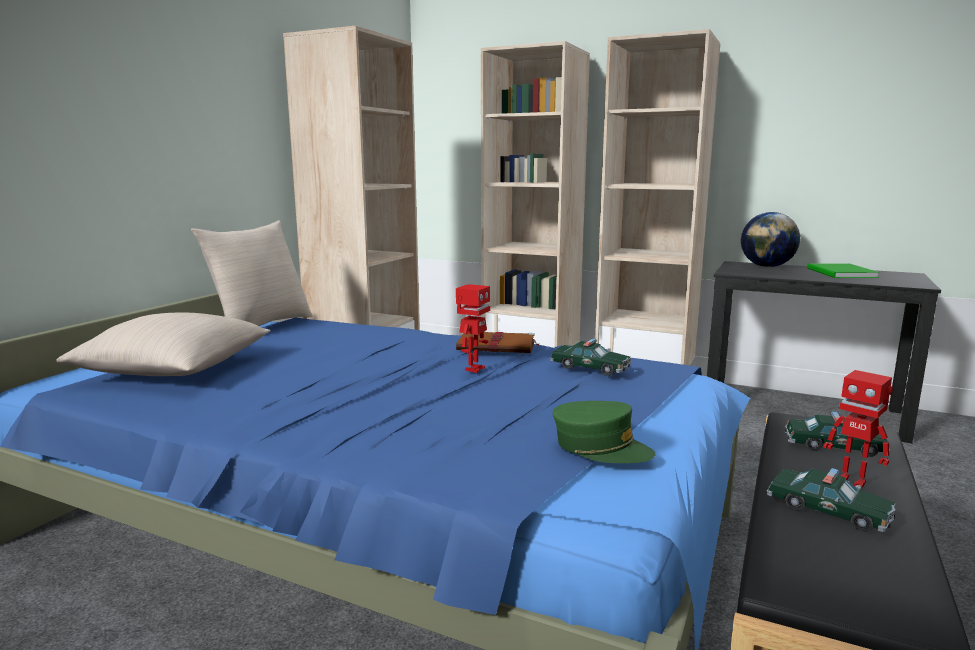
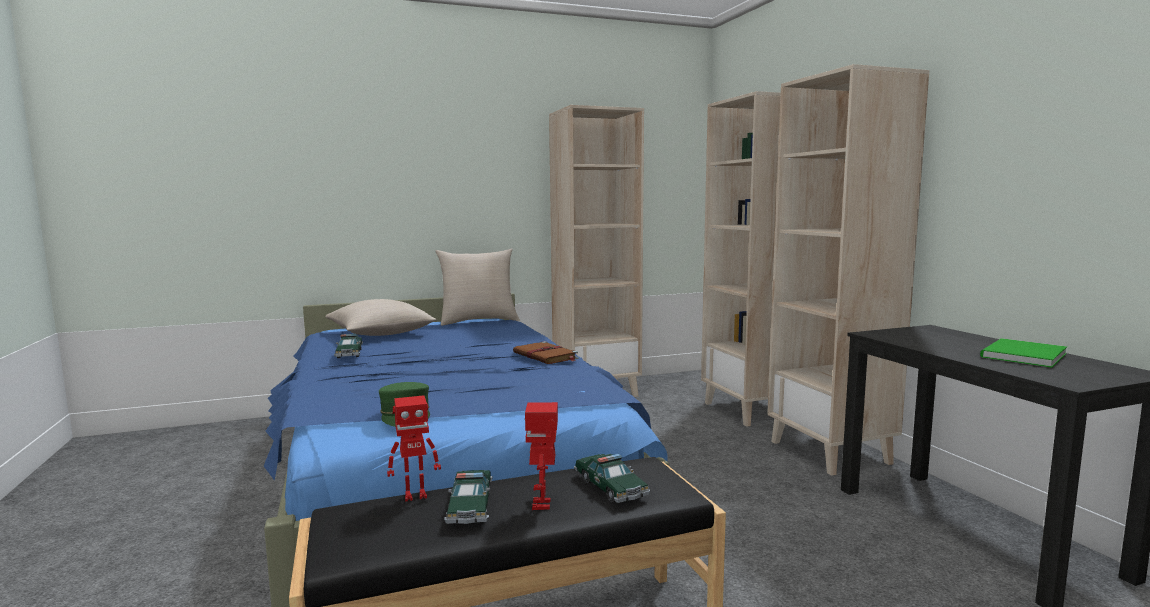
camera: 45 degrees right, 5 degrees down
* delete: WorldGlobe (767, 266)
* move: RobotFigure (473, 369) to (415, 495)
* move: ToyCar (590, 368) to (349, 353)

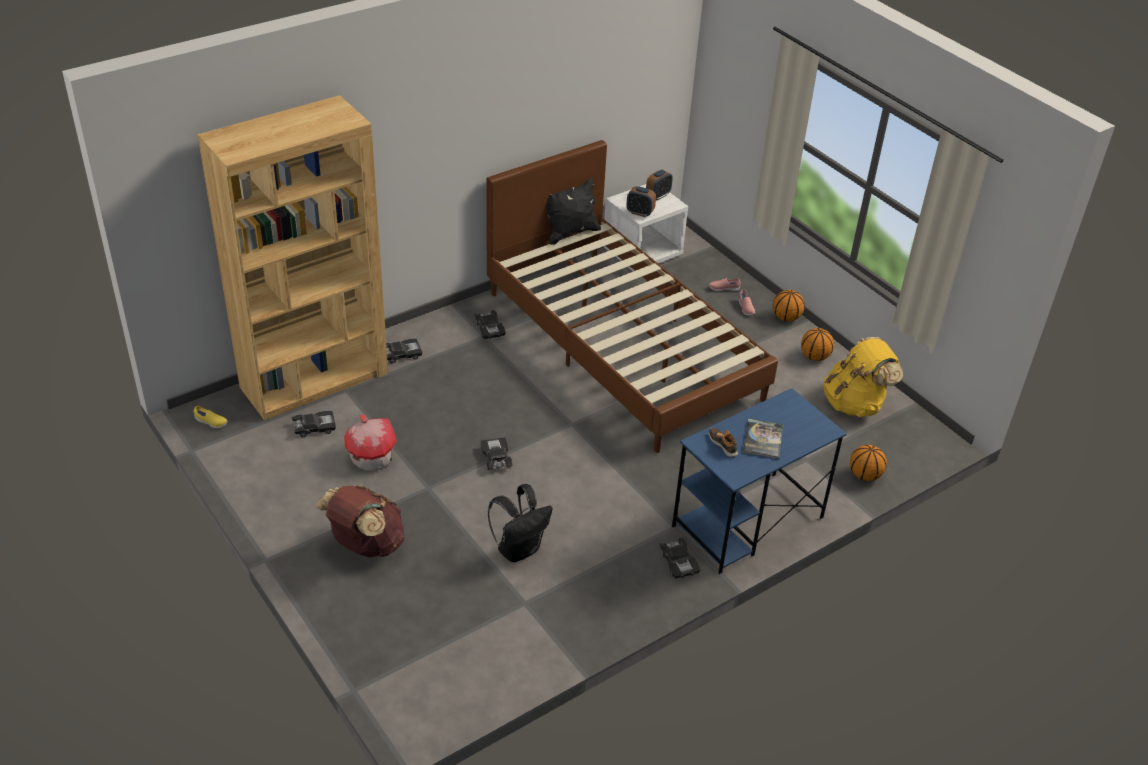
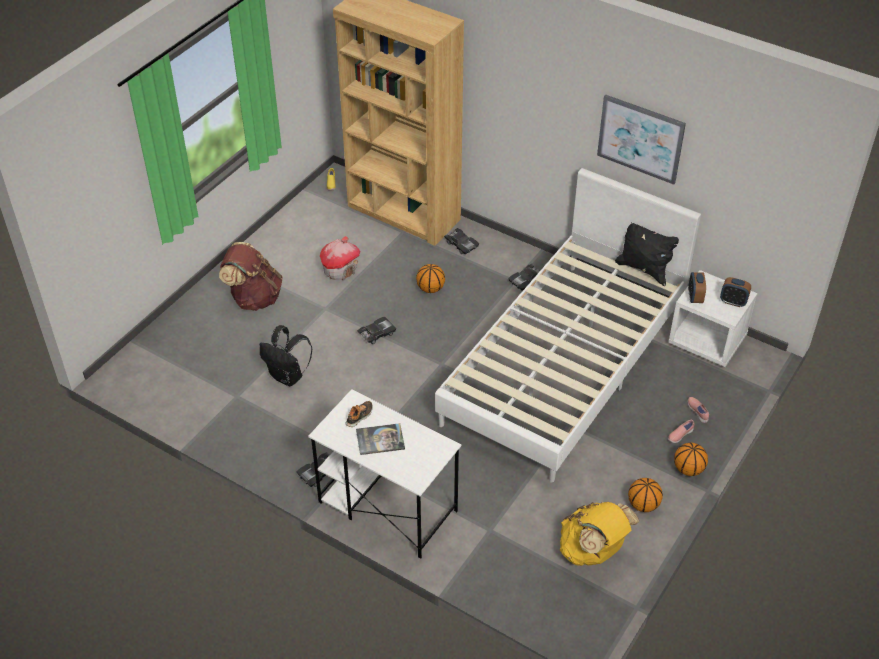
camera: 70 degrees right, 5 degrees up
* recolor: BrownColouredSleepingBed (622, 344) to WhiteColouredSleepingBed (564, 365)
* recolor: BlueDesk (747, 522) to WhiteColouredDesk (386, 506)
* delete: BlackToyCar (314, 427)
* move: BallForBasketball (864, 475) to (431, 288)
* insert: Picture (640, 139)

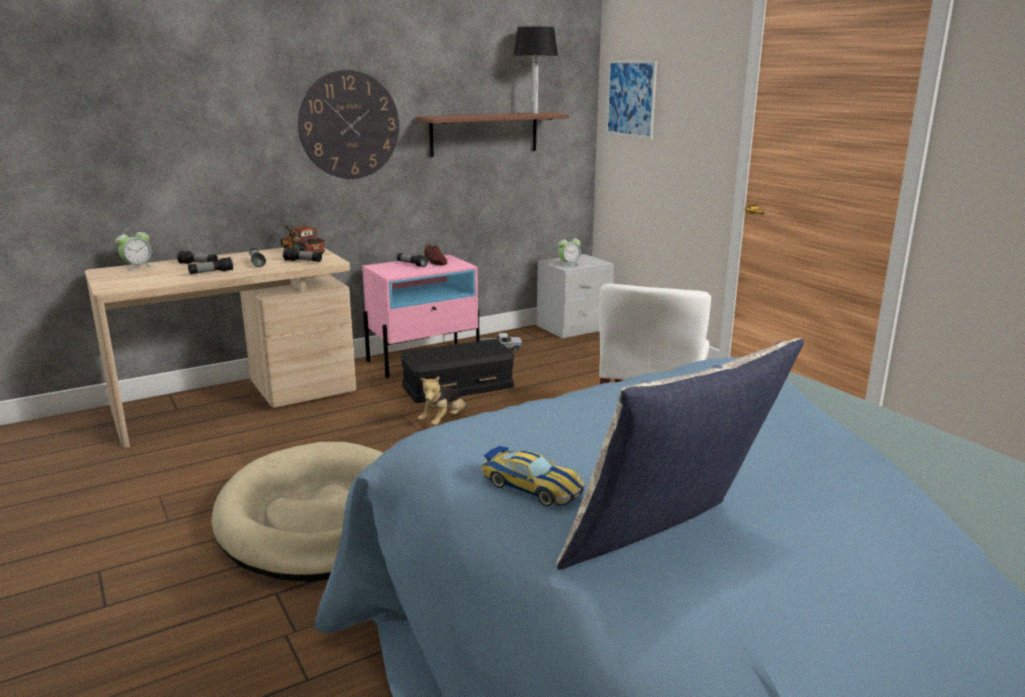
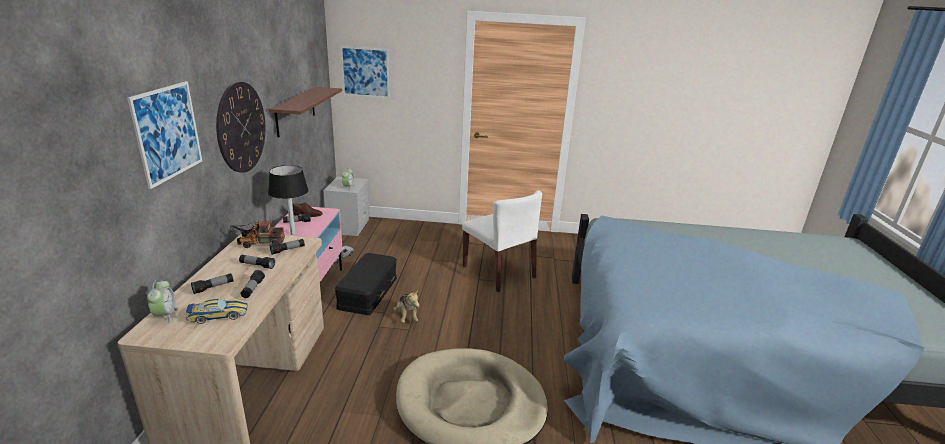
camera: 55 degrees left, 5 degrees up
* move: BlackTableLamp (535, 113) to (293, 233)
* delete: Pillow (670, 550)
* move: ToyCar (531, 486) to (218, 315)
* insert: Picture (167, 132)

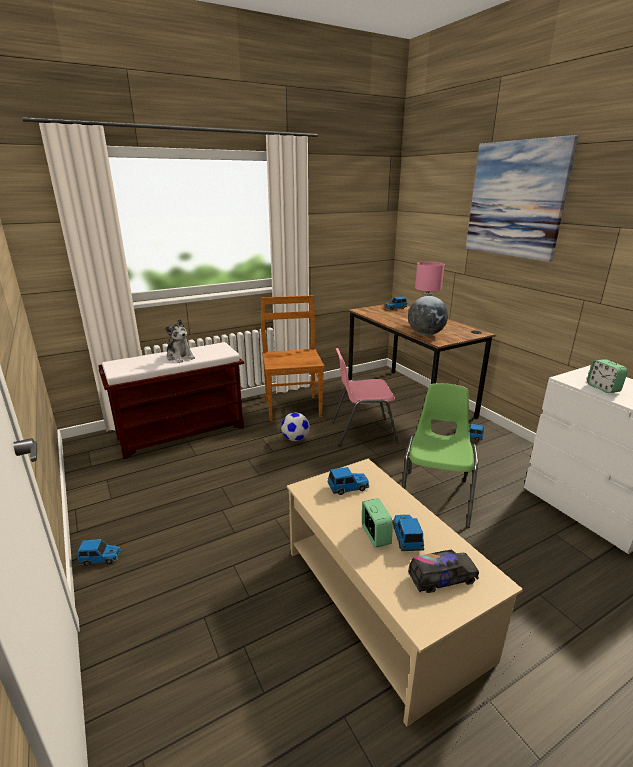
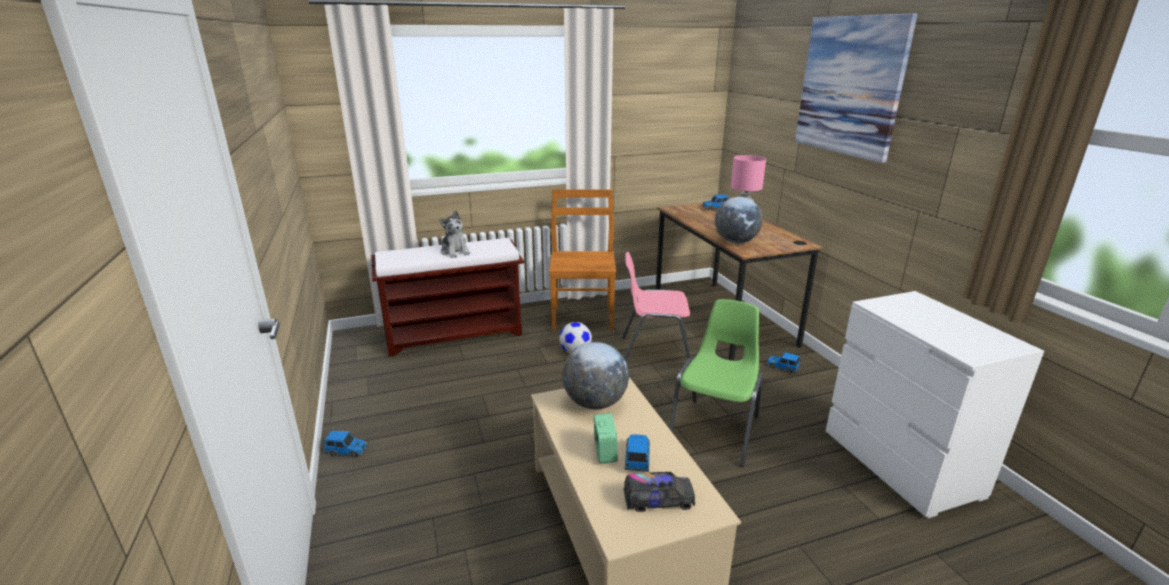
camera: 10 degrees right, 0 degrees up
* delete: TableClock (603, 388)
* replace: ToyCar (348, 487) to WorldGlobe (595, 403)

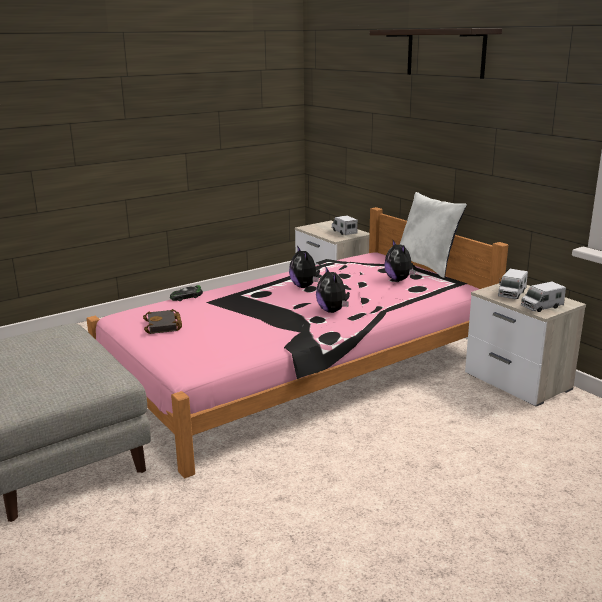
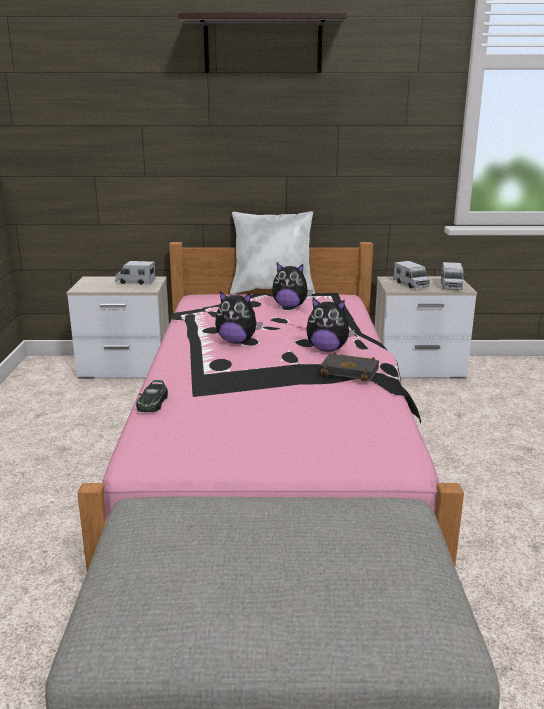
camera: 55 degrees left, 0 degrees up
* move: BlackBook (164, 325) to (351, 371)

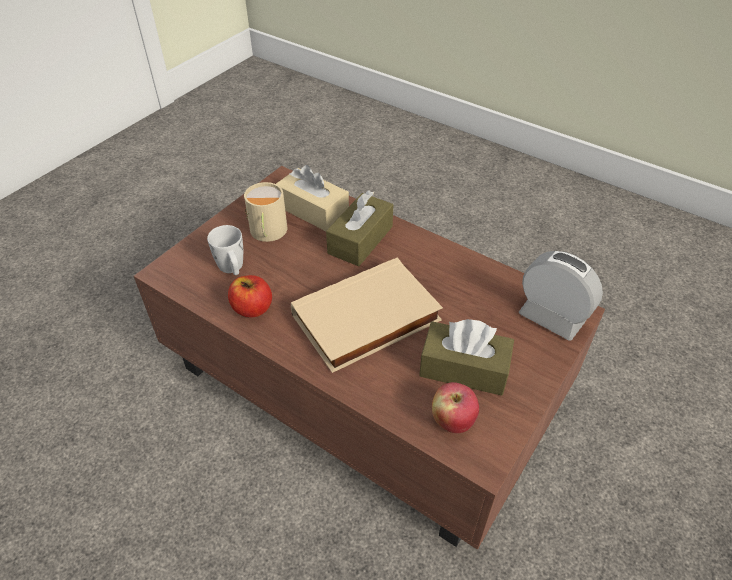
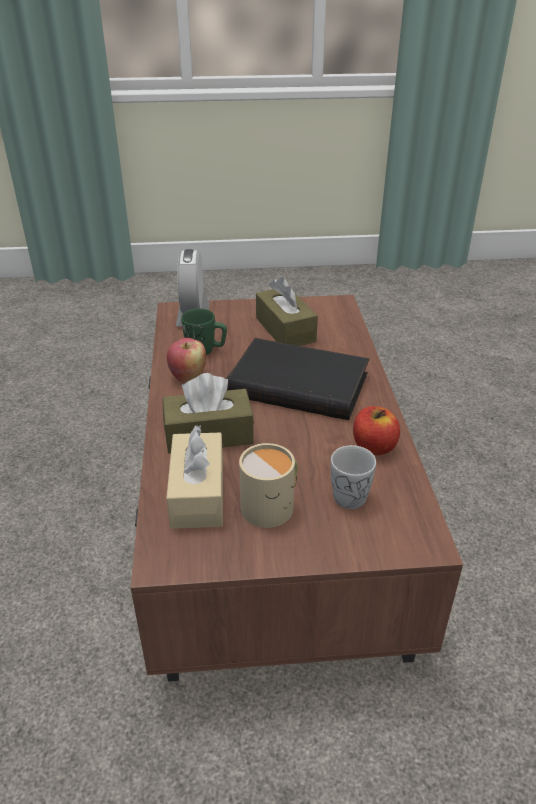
camera: 130 degrees left, 10 degrees down
* recolor: SandColouredBook (367, 320) to BlackBook (300, 383)
* move: AppleFruit (452, 421) to (188, 376)
* insert: GreenCoffeeMug (206, 350)

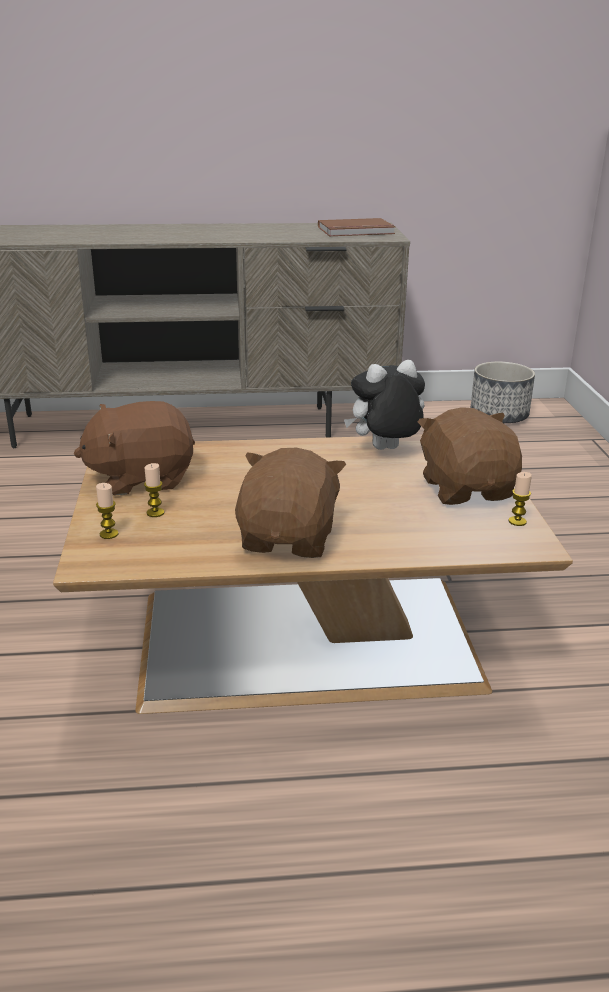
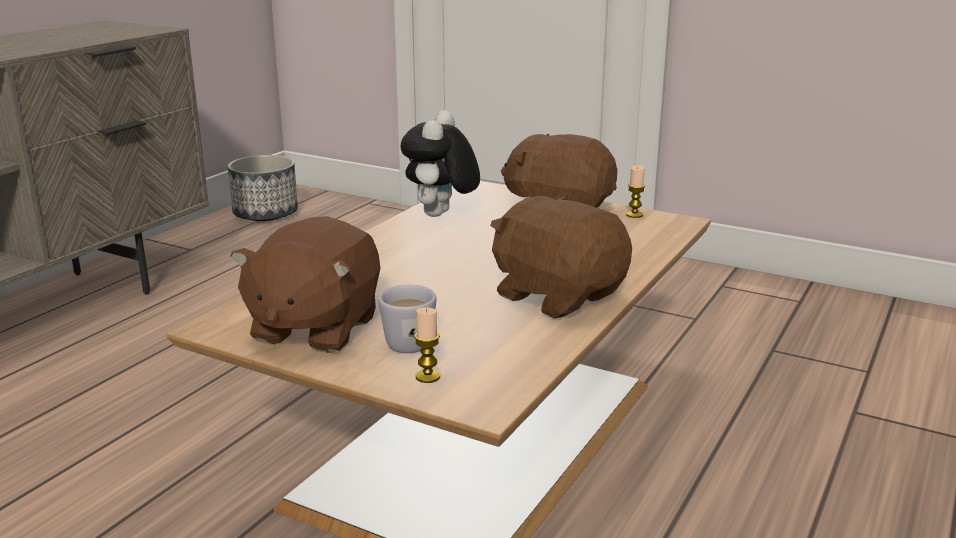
camera: 55 degrees left, 5 degrees down
* delete: BrownColouredBook (356, 231)
* replace: WaxCandle (155, 513) to WhiteColouredCoffeeMug (413, 341)

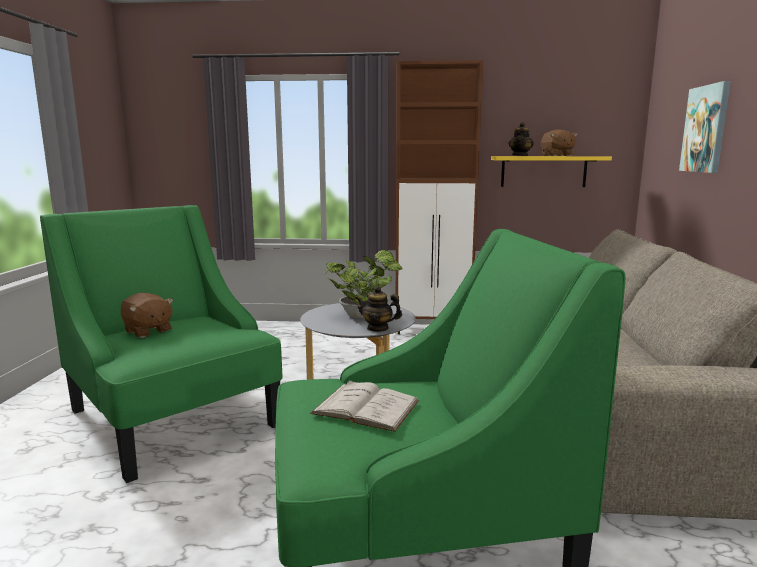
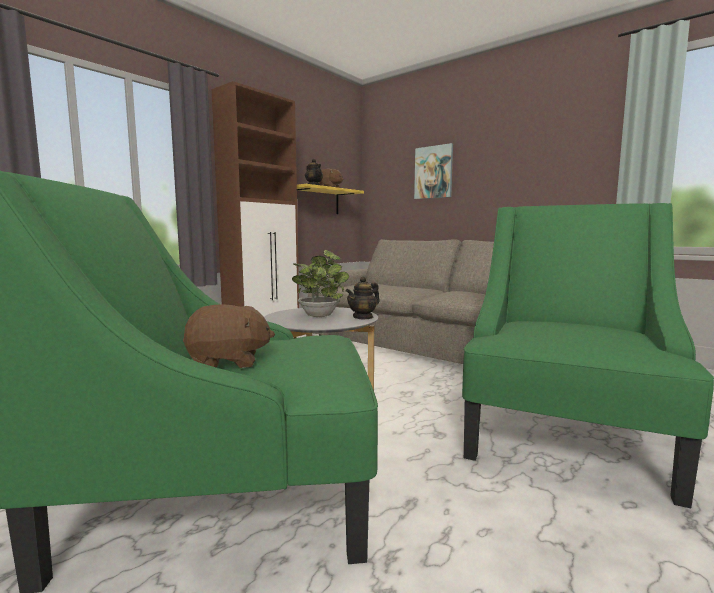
camera: 55 degrees left, 5 degrees down
* delete: WhiteColouredBook (366, 407)

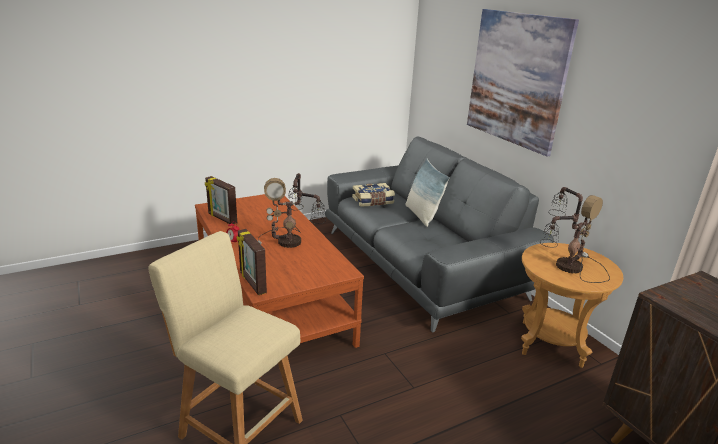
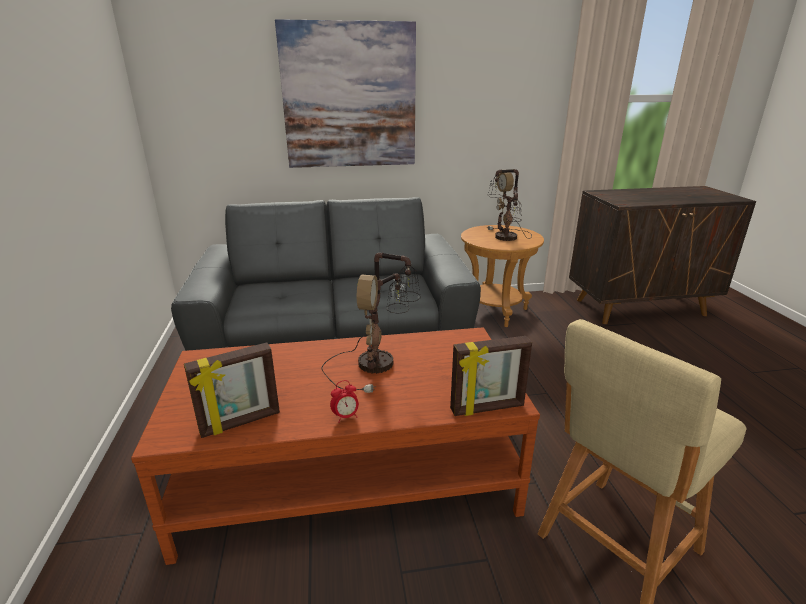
camera: 70 degrees left, 0 degrees up
* delete: Pillow (422, 215)
* delete: Book (373, 201)

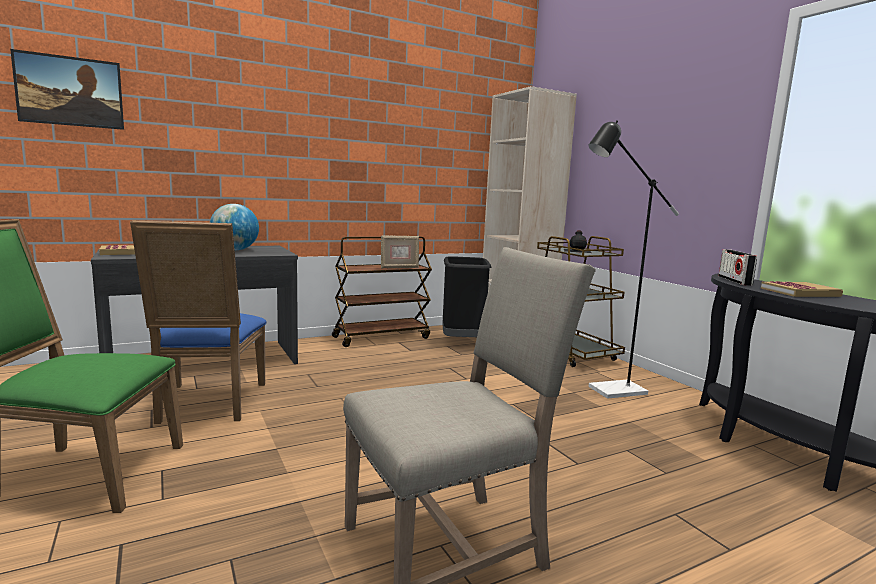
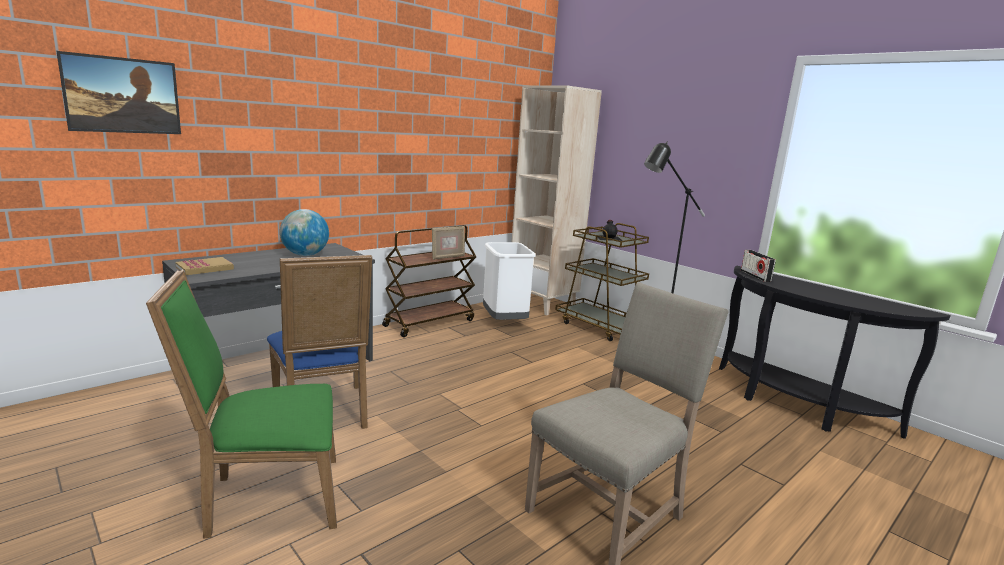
camera: 15 degrees left, 5 degrees up
* recolor: BlackTrashCan (462, 341) to WhiteColouredTrashCan (504, 321)
* delete: Book (800, 292)

